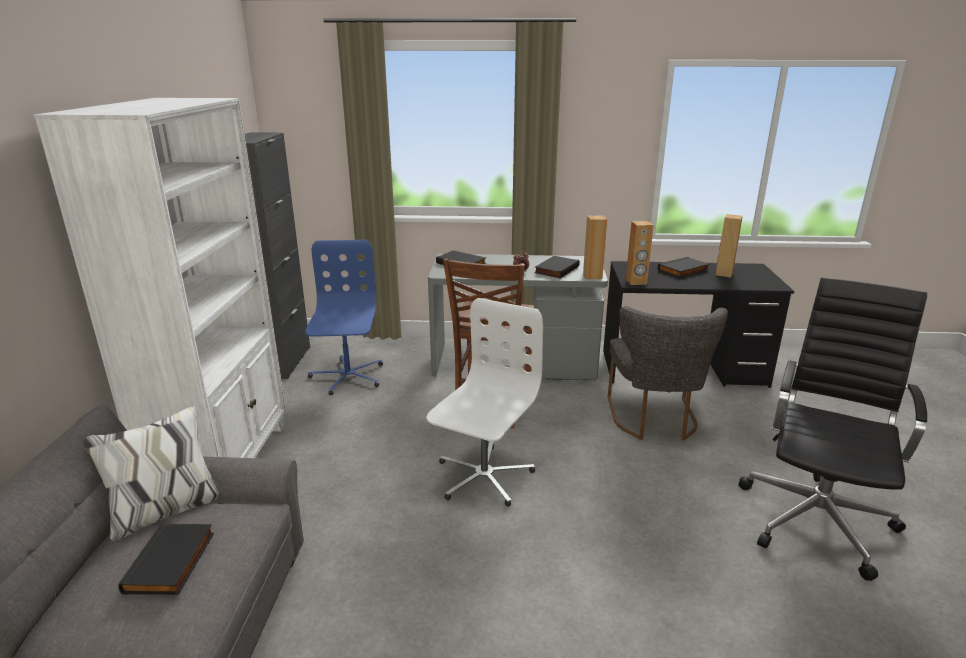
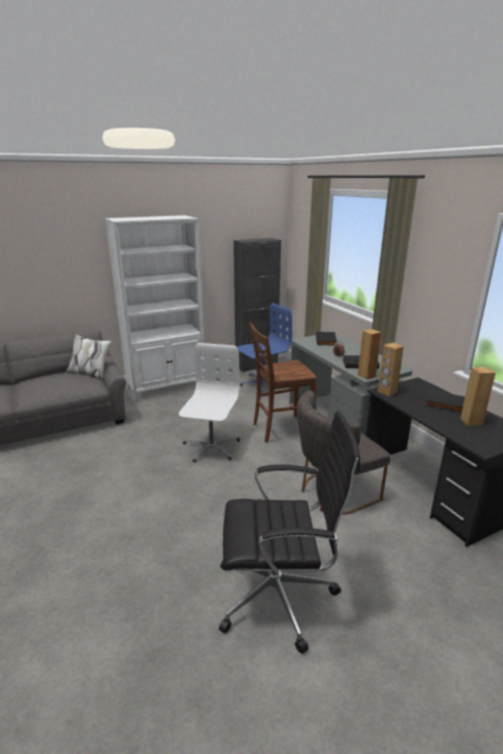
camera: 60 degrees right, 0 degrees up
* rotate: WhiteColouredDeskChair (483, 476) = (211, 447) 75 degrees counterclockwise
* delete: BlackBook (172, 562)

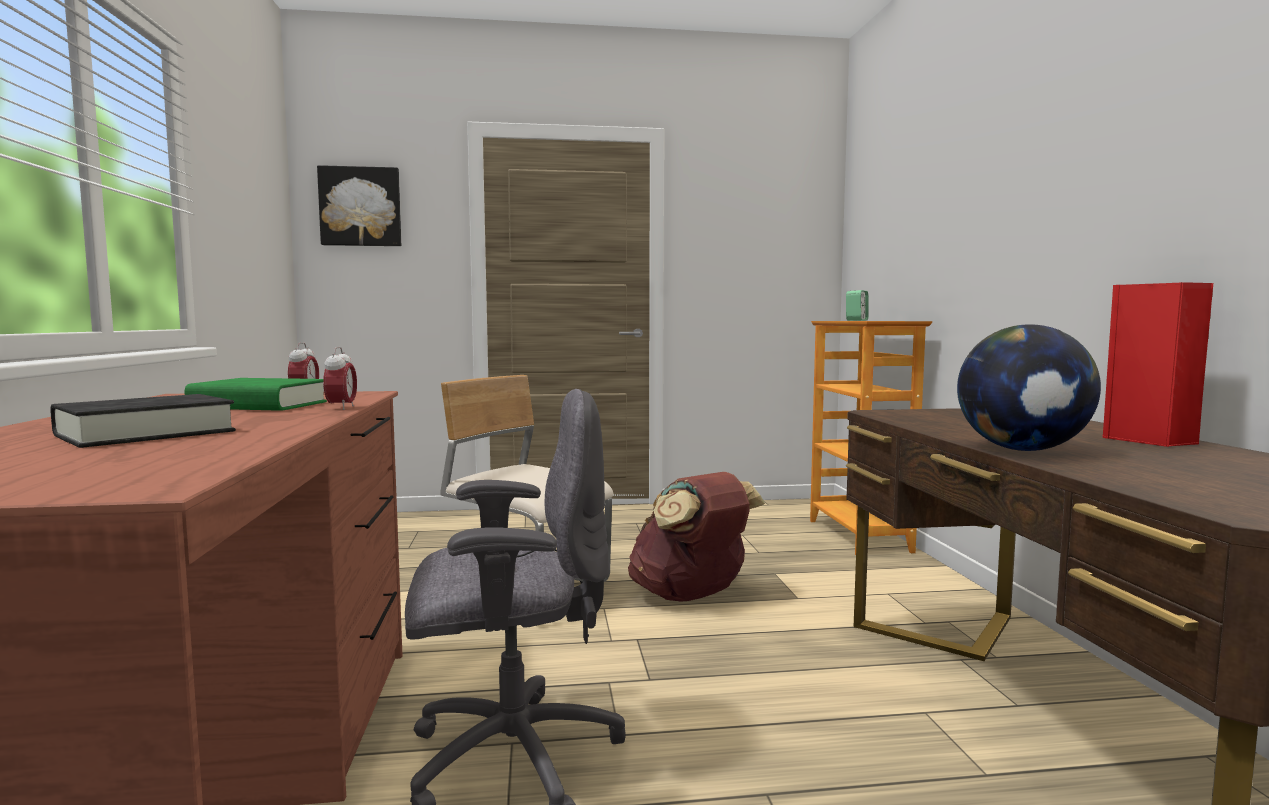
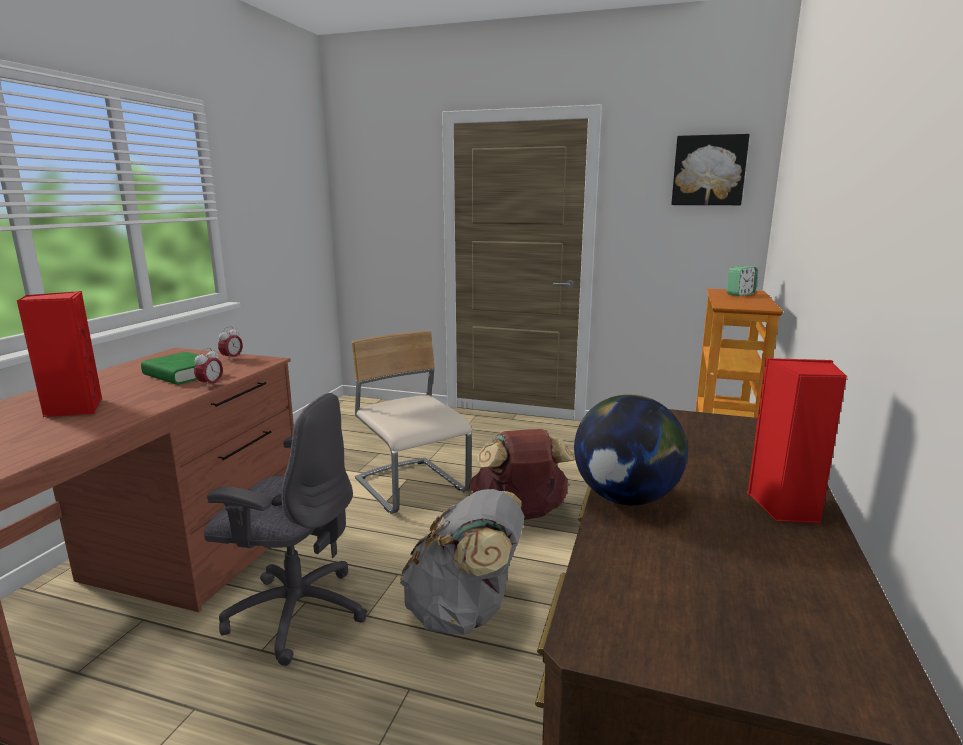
camera: 25 degrees right, 10 degrees up
* move: Picture (361, 207) to (708, 170)
* replace: BlackBook (146, 433) to ReddishSpeaker (73, 408)
* insert: GreyishBackpack (465, 612)

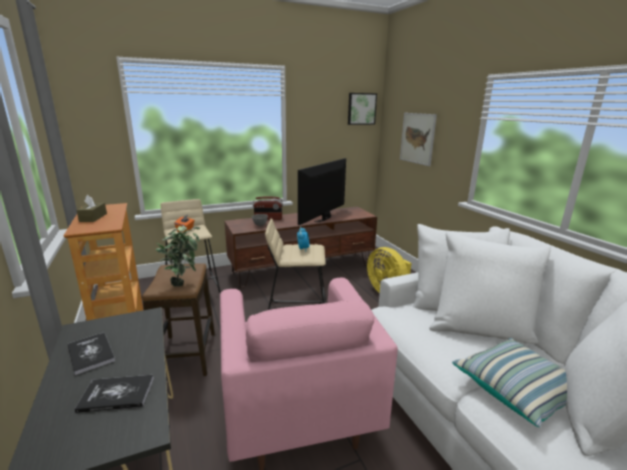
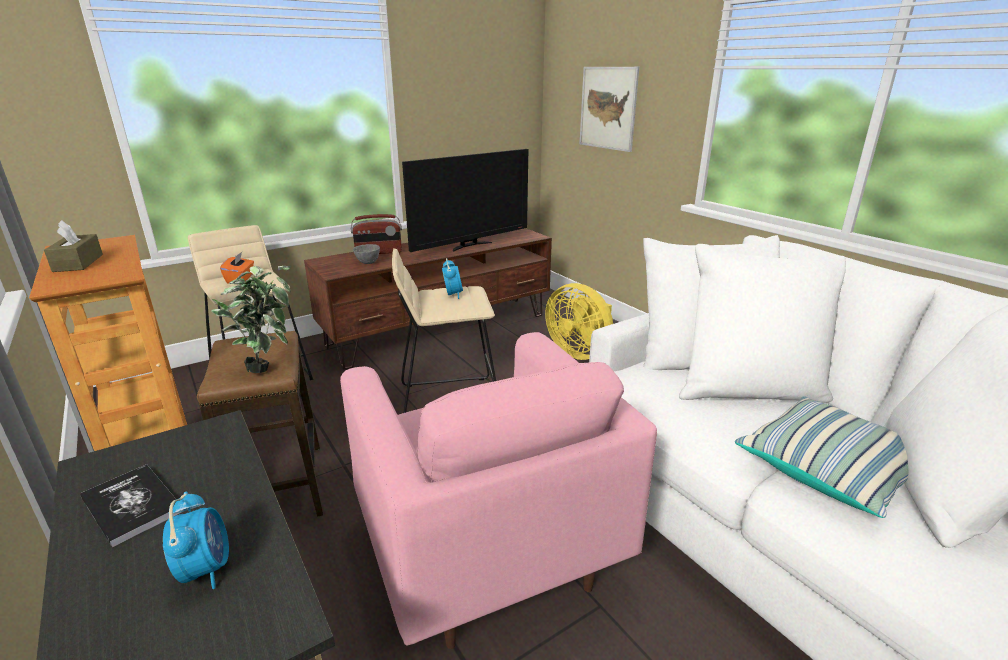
camera: 10 degrees left, 5 degrees up
* delete: Picture (361, 109)
* rotate: Tv (324, 218) = (470, 245) 150 degrees counterclockwise
* replace: Book (117, 394) to TableClock (206, 569)

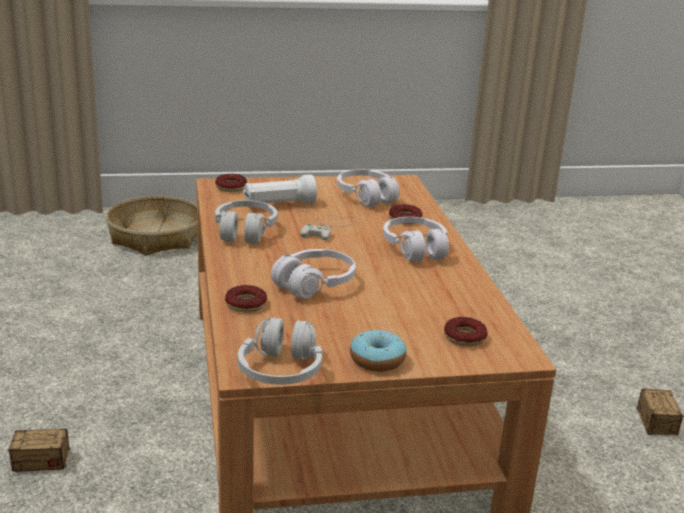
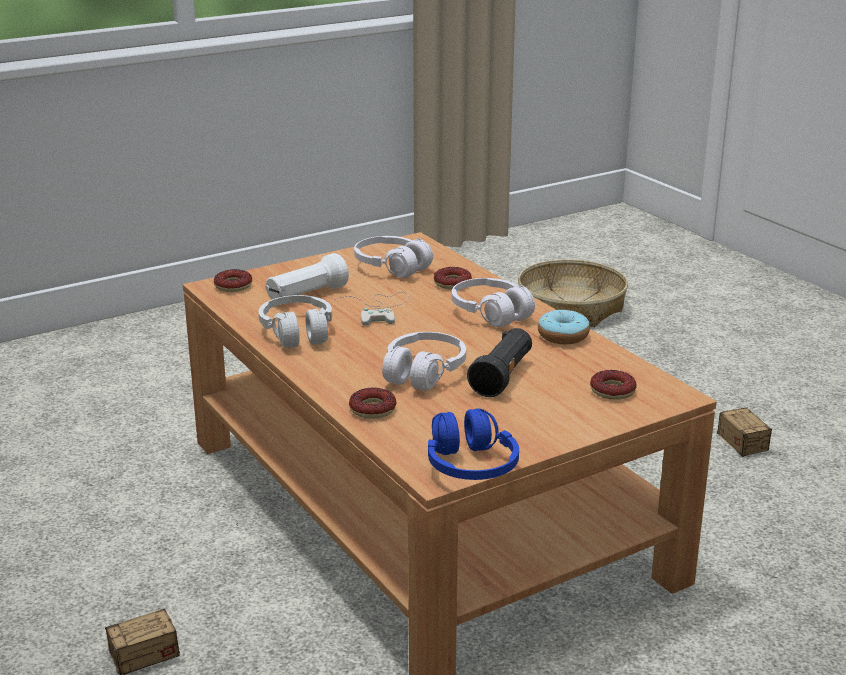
camera: 20 degrees left, 0 degrees up
* move: HouseholdBasket (156, 237) to (571, 307)
* recolor: WhiteColouredHeadset (281, 370) to BlueHeadset (470, 466)
* move: Doughnut (377, 360) to (563, 336)
* insert: BlackFlashlight (502, 377)

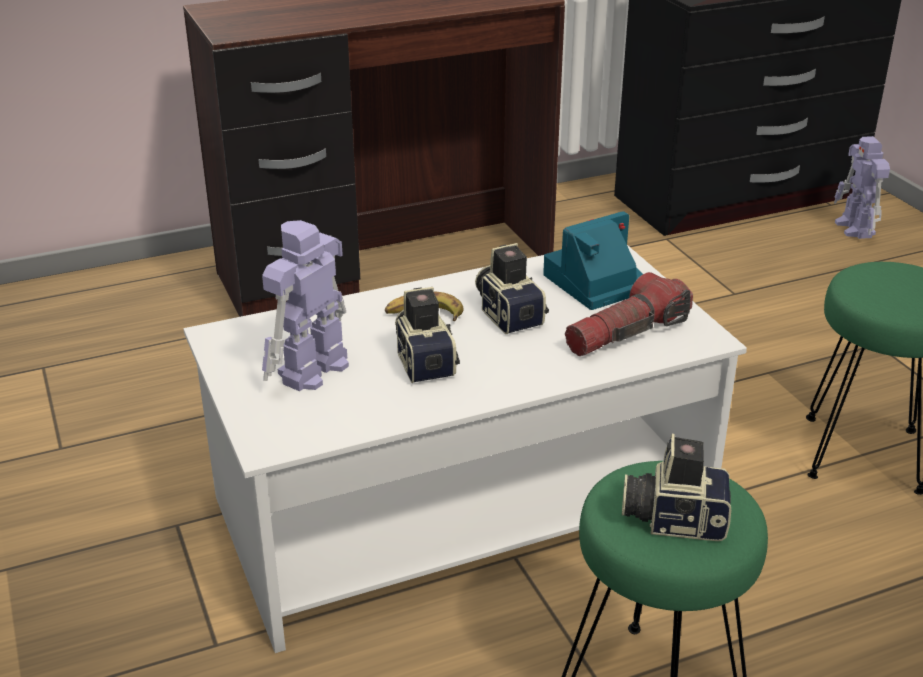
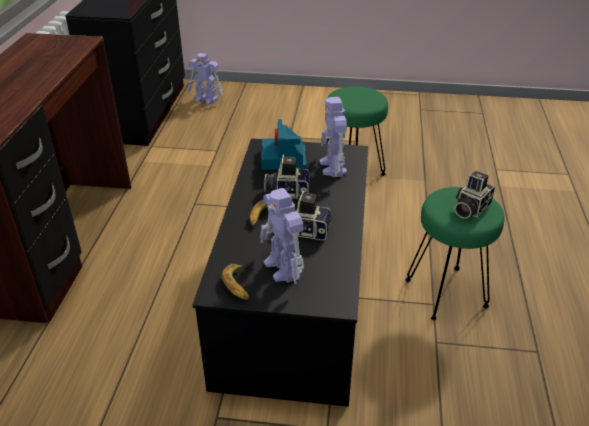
camera: 60 degrees left, 5 degrees up
* recolor: WhiteColouredLoungeTable (458, 509) to BlackLoungeTable (294, 300)
* replace: Flashlight (627, 333) to RobotFigure (333, 168)
* insert: WholeBanana (238, 286)

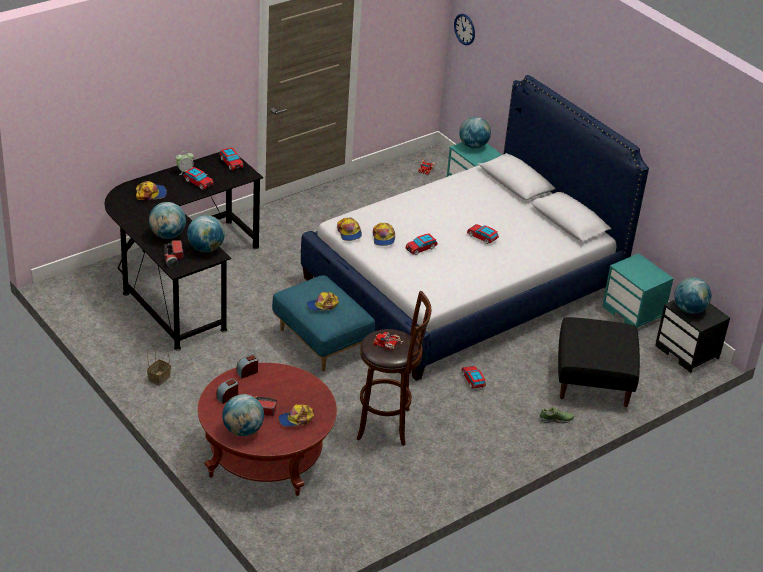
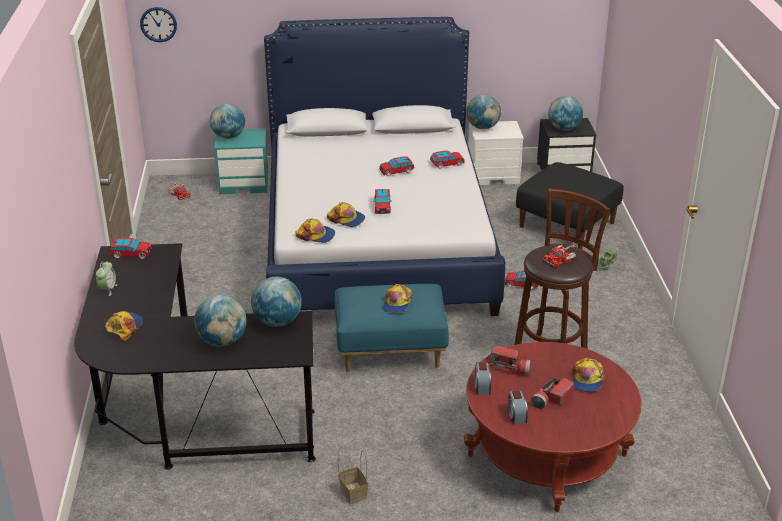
camera: 55 degrees left, 5 degrees down
* move: ToyCar (198, 182) to (447, 164)
* move: Flashlight (173, 258) to (510, 367)
* recolor: TurquoiseBedsideTable (634, 313) to WhiteColouredBedsideTable (493, 175)
* move: WorldGlobe (242, 430) to (483, 127)

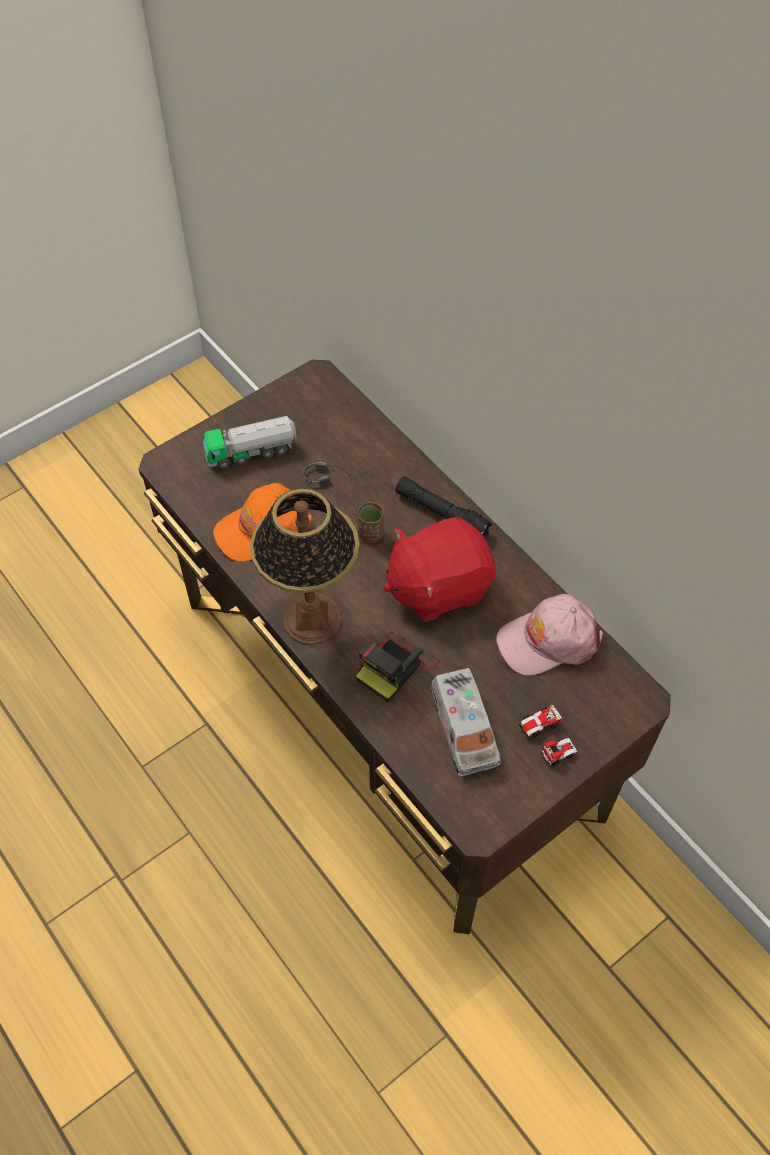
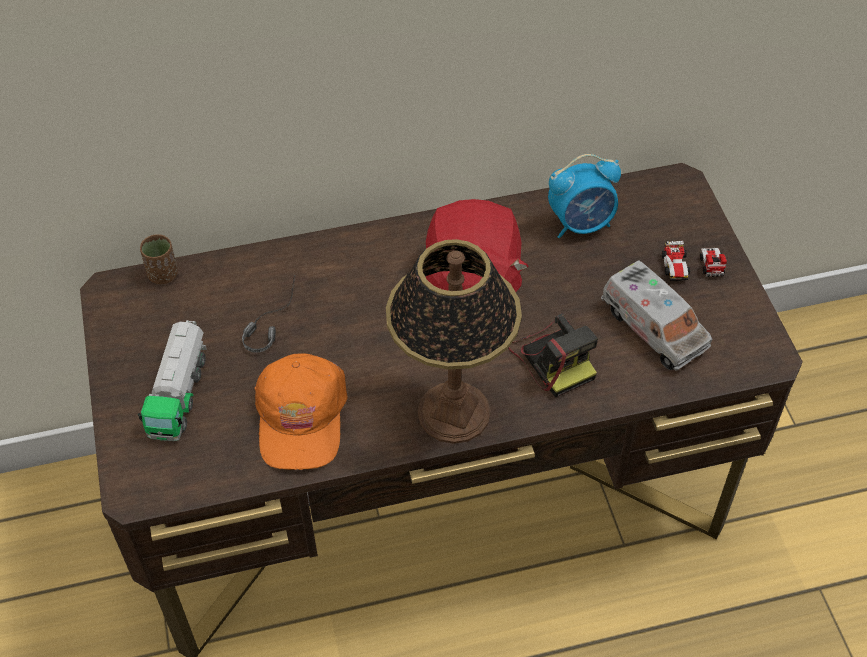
camera: 65 degrees left, 5 degrees down
* delete: BlackFlashlight (441, 514)
* move: BrownColouredDrinkingCup (370, 534) to (163, 275)
* replace: PinkishPeakedCap (548, 640) to TableClock (581, 224)
* rotate: ModelTruck (464, 729) = (653, 328) 45 degrees clockwise

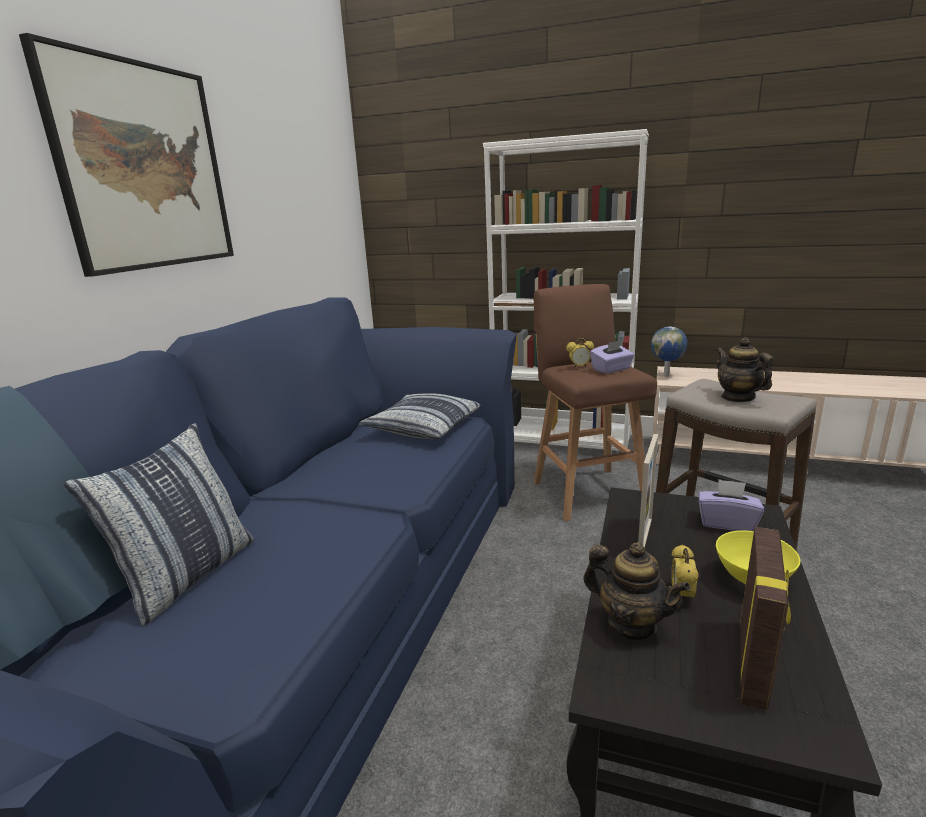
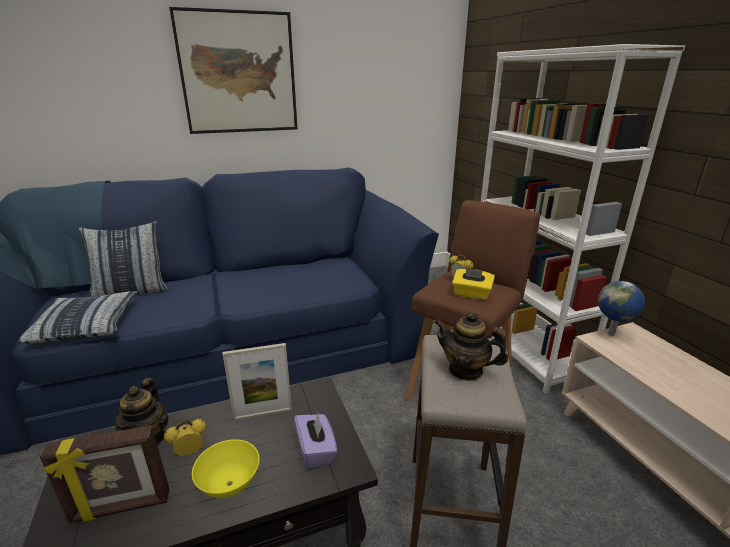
camera: 50 degrees right, 5 degrees up
* rotate: Teapot (738, 397) = (465, 370) 90 degrees counterclockwise
* recolor: PurpleTissueBox (611, 369) to YellowTissueBox (471, 294)
* move: Pillow (422, 427) to (87, 325)

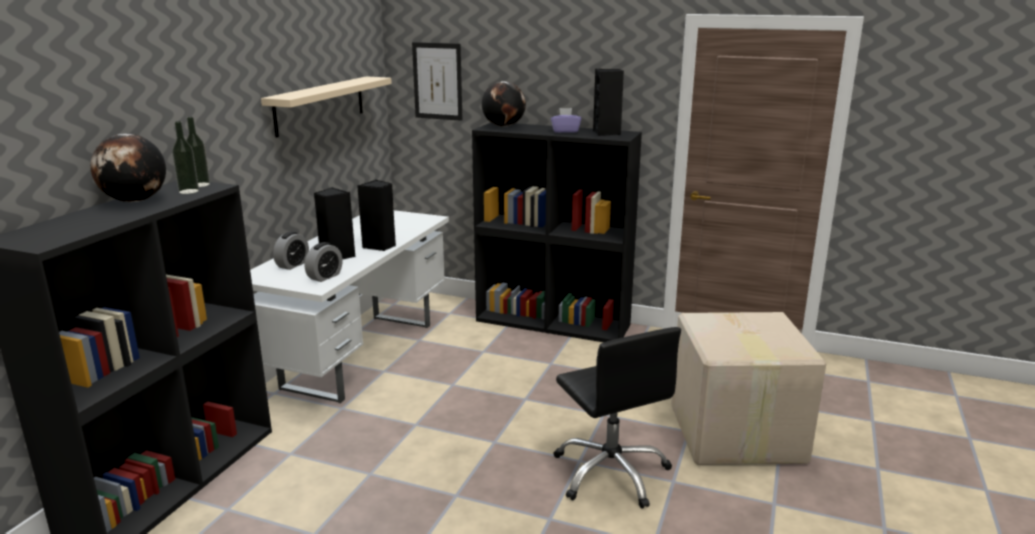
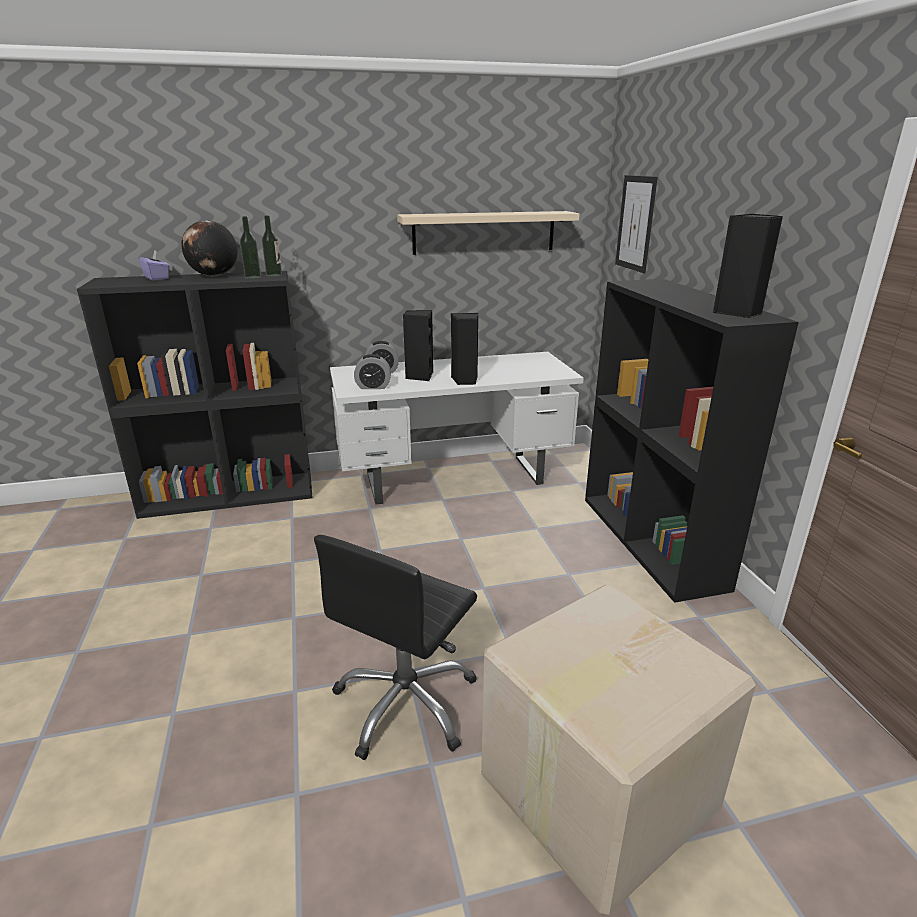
camera: 55 degrees right, 5 degrees up
* delete: WorldGlobe (503, 126)
* move: PurpleTissueBox (565, 131) to (157, 278)

